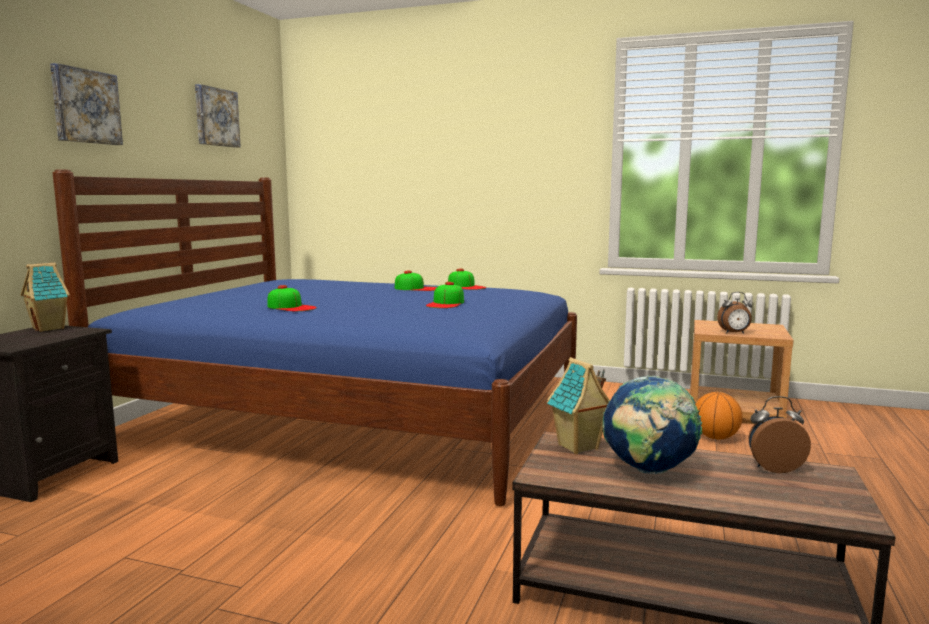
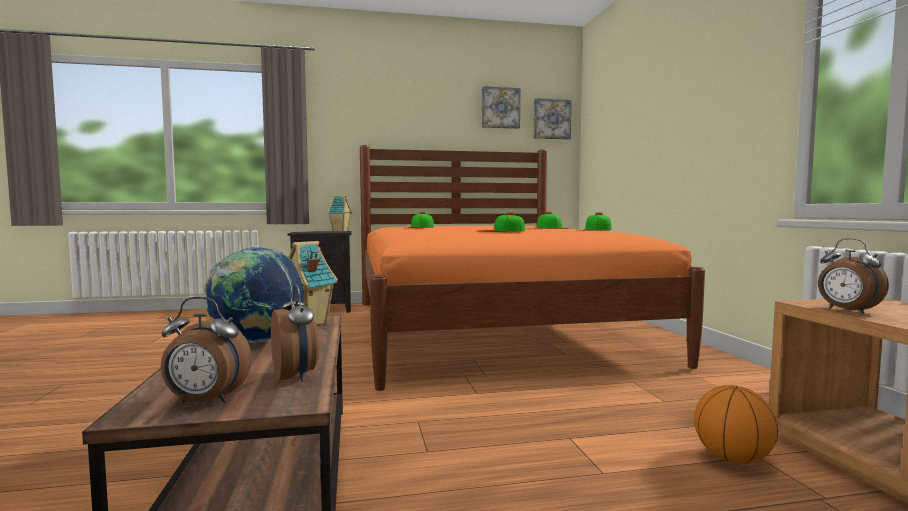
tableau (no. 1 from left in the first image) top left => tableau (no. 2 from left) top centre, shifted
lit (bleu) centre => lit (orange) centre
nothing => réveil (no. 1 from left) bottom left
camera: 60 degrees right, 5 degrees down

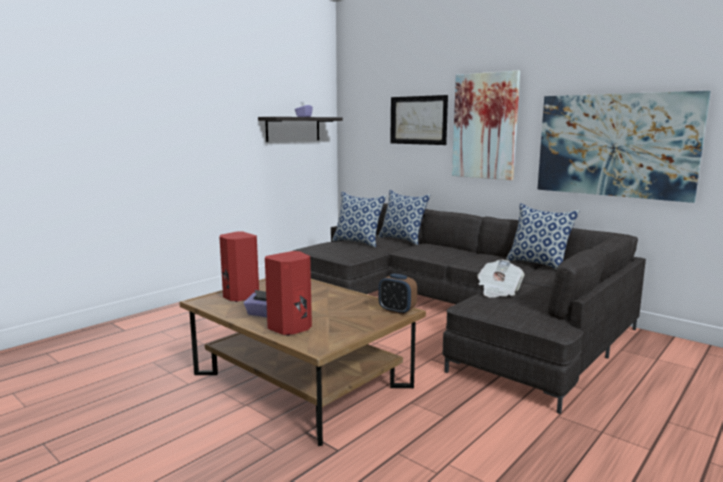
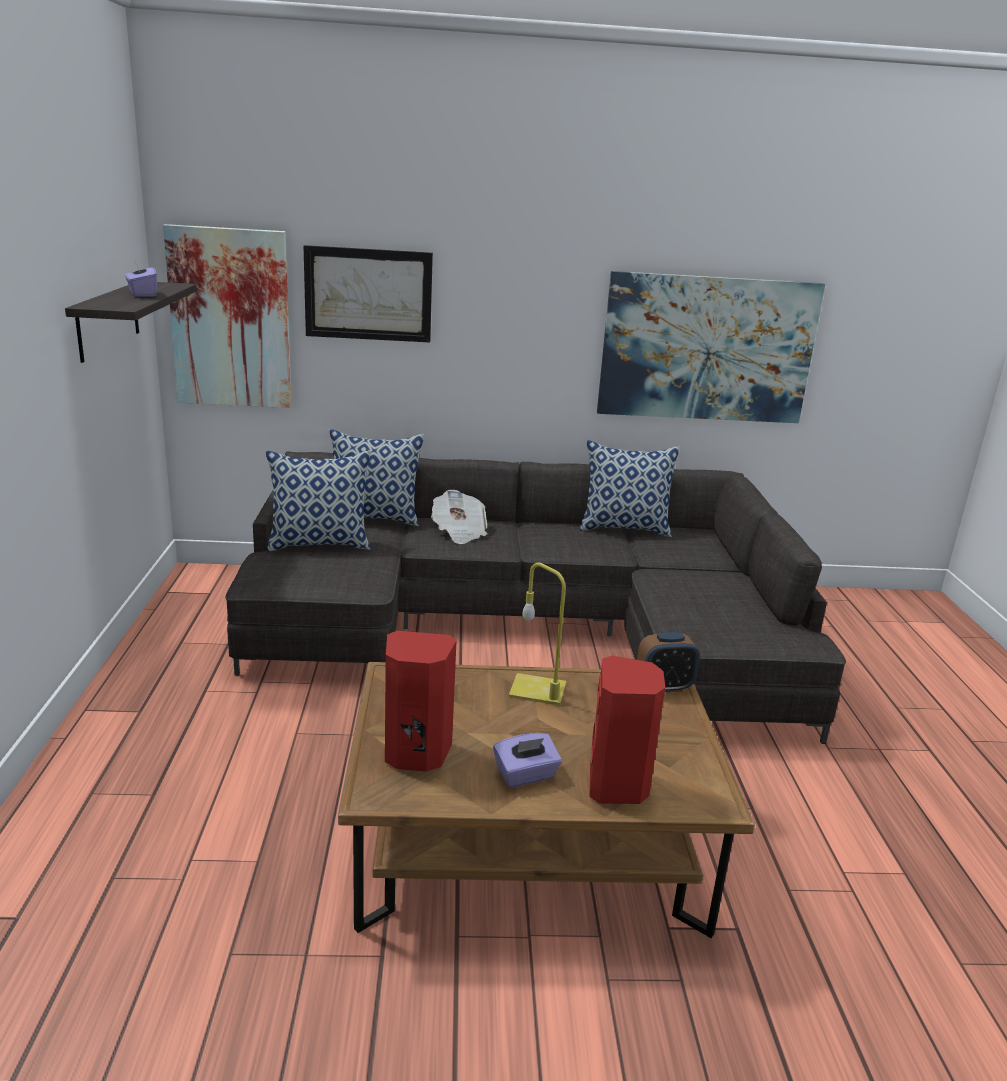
tableau (no. 2 from left in the first image) top right => tableau (no. 1 from left) top left, shifted
journal middle right => journal centre, shifted
nothing => lampe de table (jaune) centre
camera: 45 degrees left, 10 degrees up

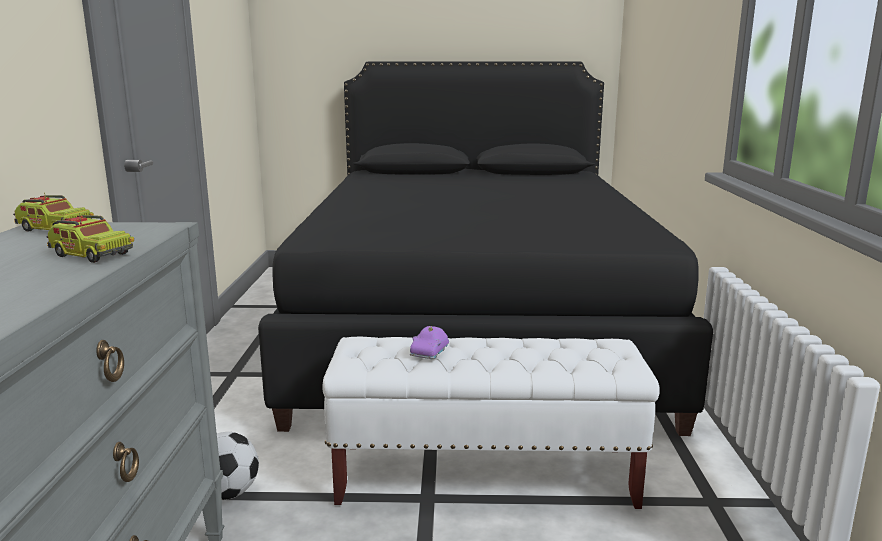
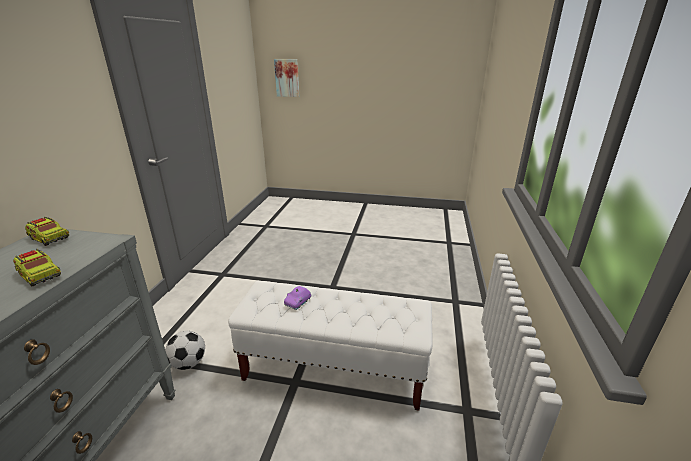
lit (noir) centre => nothing
nothing => tableau top centre
camera: 10 degrees right, 10 degrees up

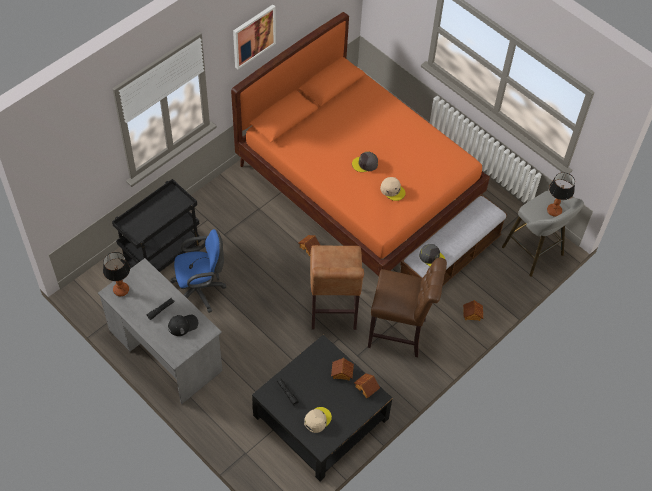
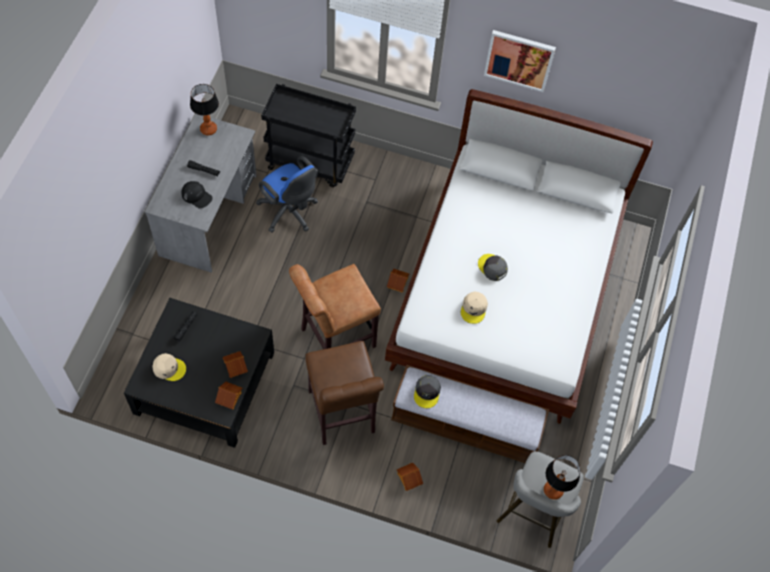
lit (orange) top centre => lit (blanc) middle right
camera: 60 degrees right, 5 degrees up

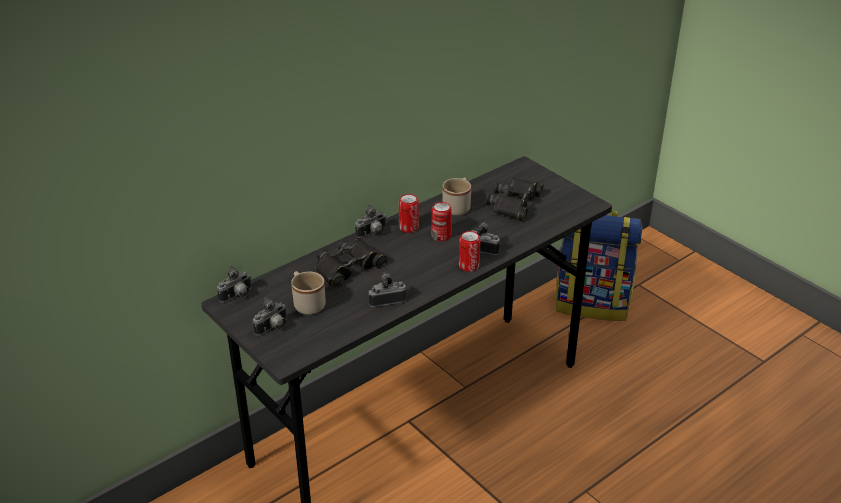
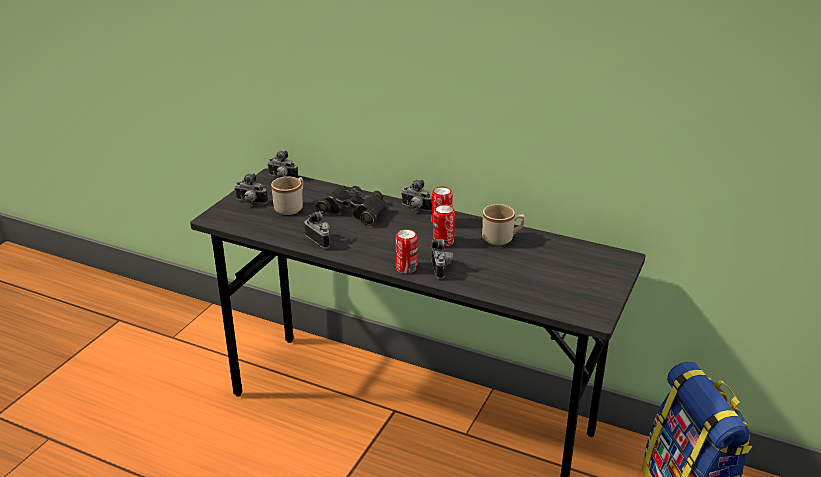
jumelles (noir) (no. 2 from left) centre => nothing
camera: 65 degrees right, 5 degrees down

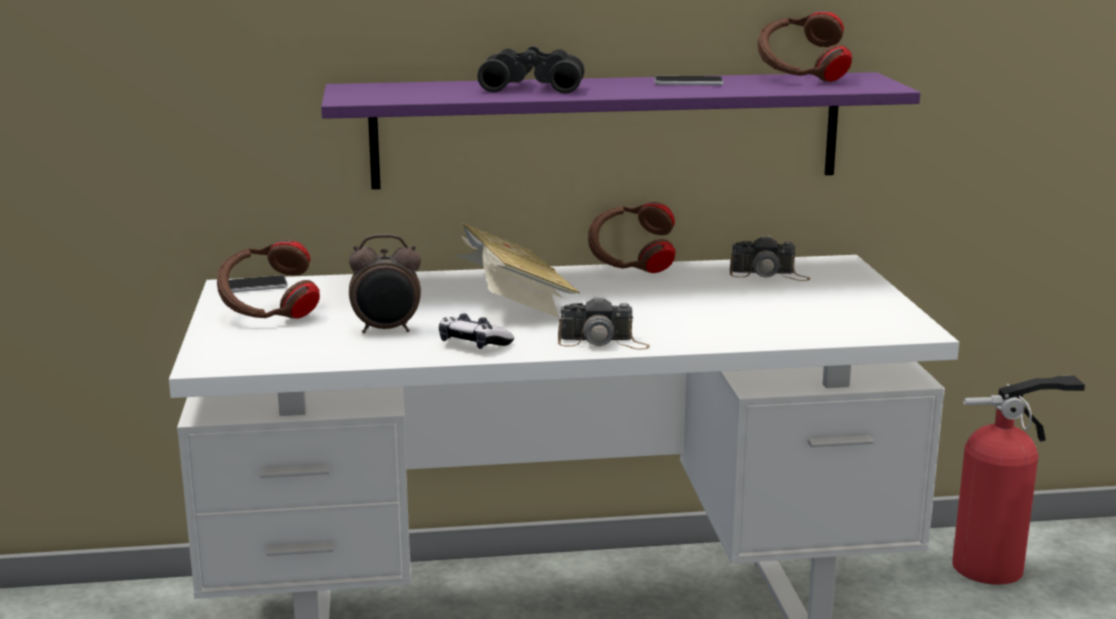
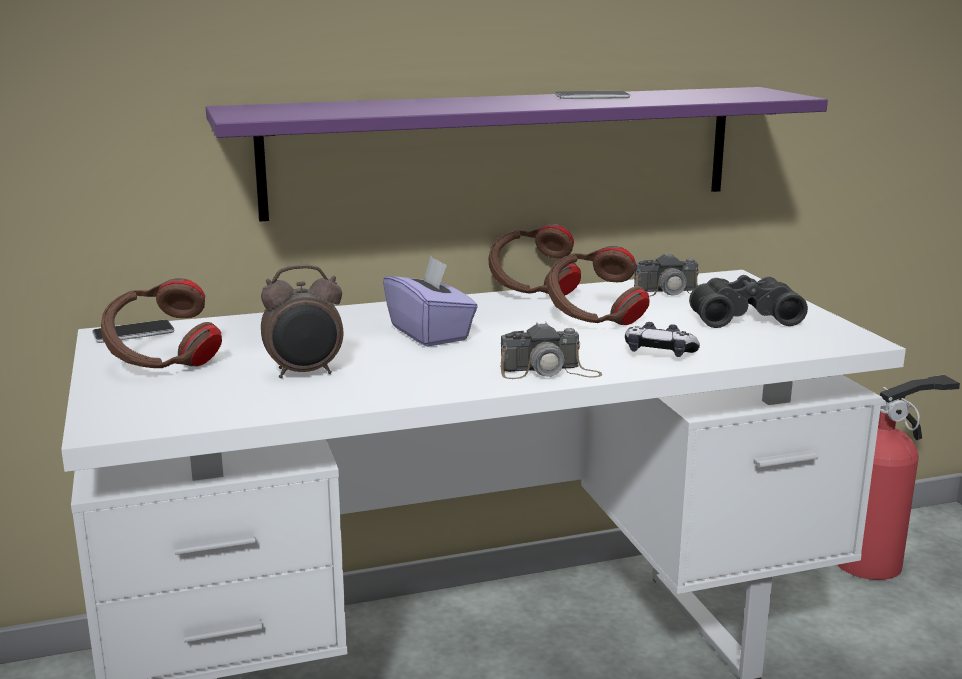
manette centre => manette middle right, shifted
livre centre => boîte à mouchoirs (violet) centre
jumelles (noir) top centre => jumelles (noir) middle right, shifted
casque audio (marron) (no. 3 from left) top right => casque audio (marron) (no. 3 from left) centre, shifted
camera: 10 degrees left, 0 degrees up

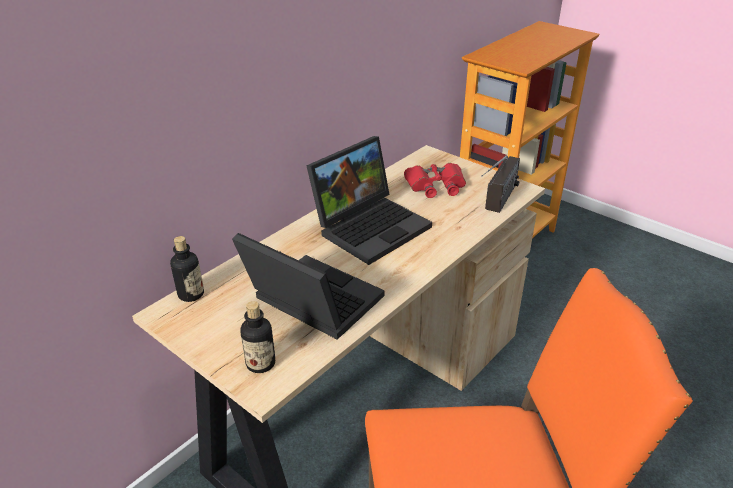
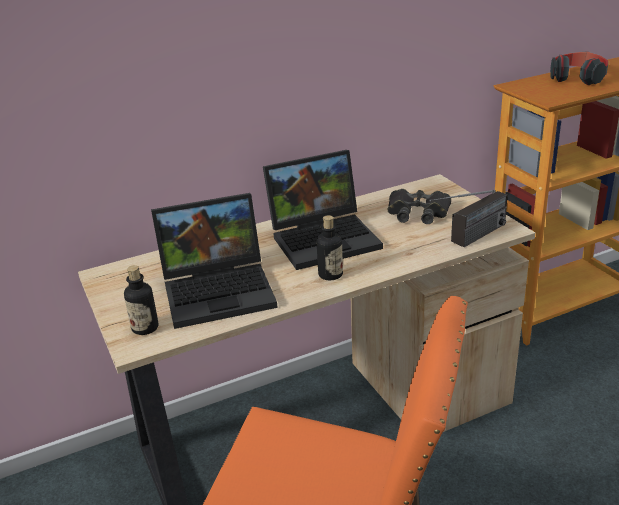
bouteille (no. 1 from left in the first image) middle left => bouteille (no. 2 from left) centre, shifted
ordinateur portable (no. 1 from left) centre, 105 degrees clockwise
jumelles (rouge) centre => jumelles (noir) middle right
nothing => casque audio top right
camera: 25 degrees right, 5 degrees down

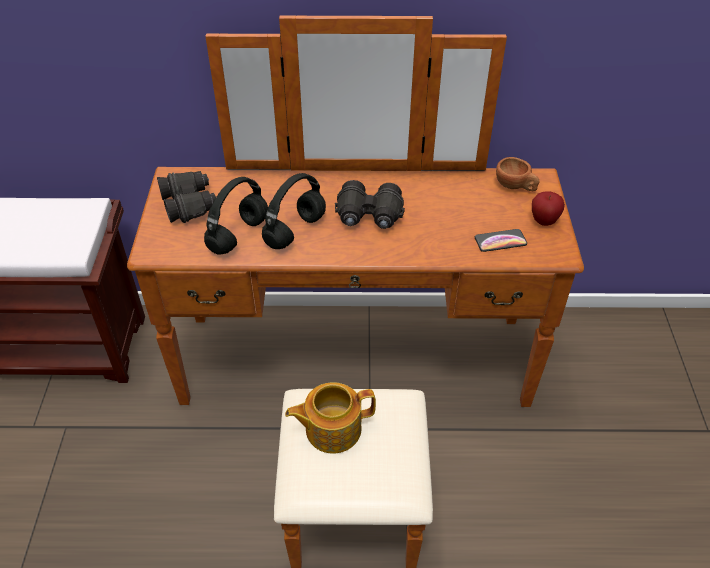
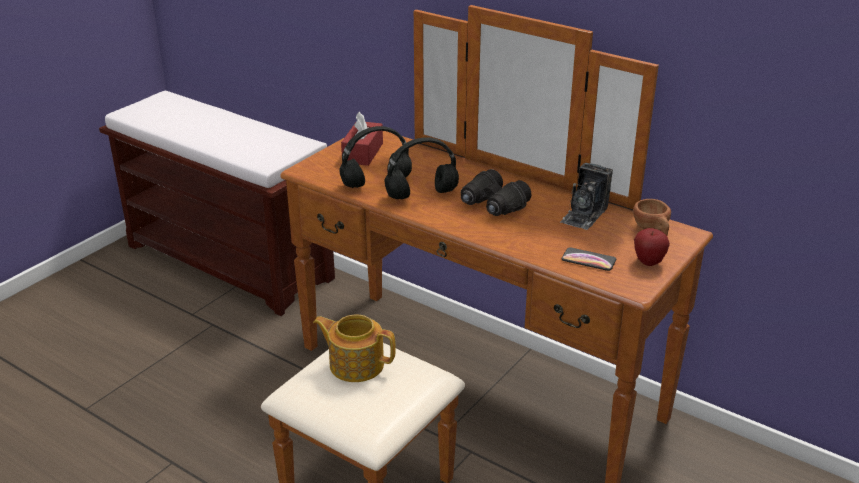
jumelles (noir) (no. 1 from left) middle left => boîte à mouchoirs (rouge) top centre
nothing => appareil photo middle right
camera: 35 degrees right, 15 degrees down

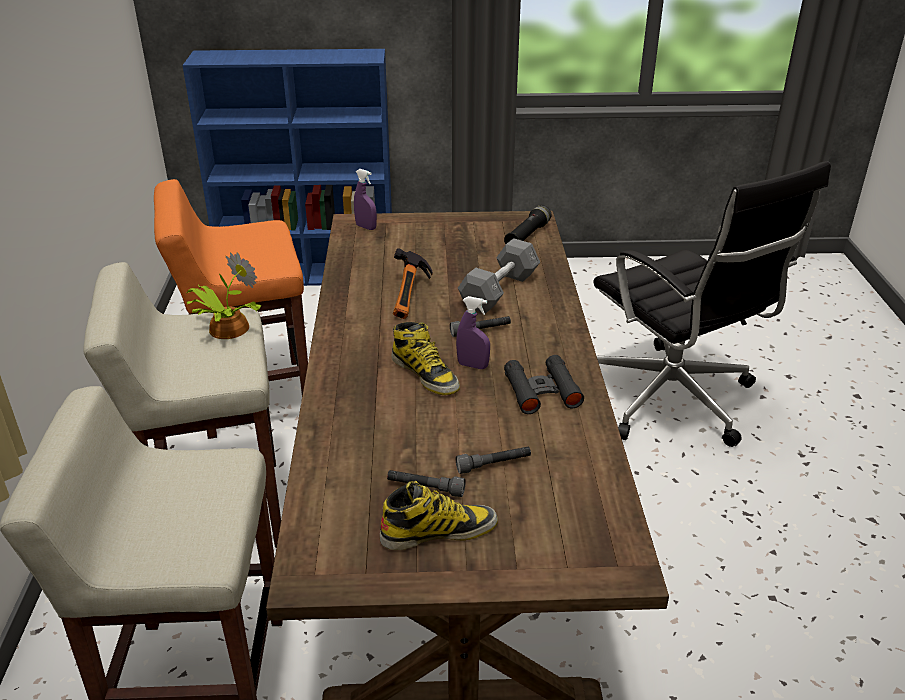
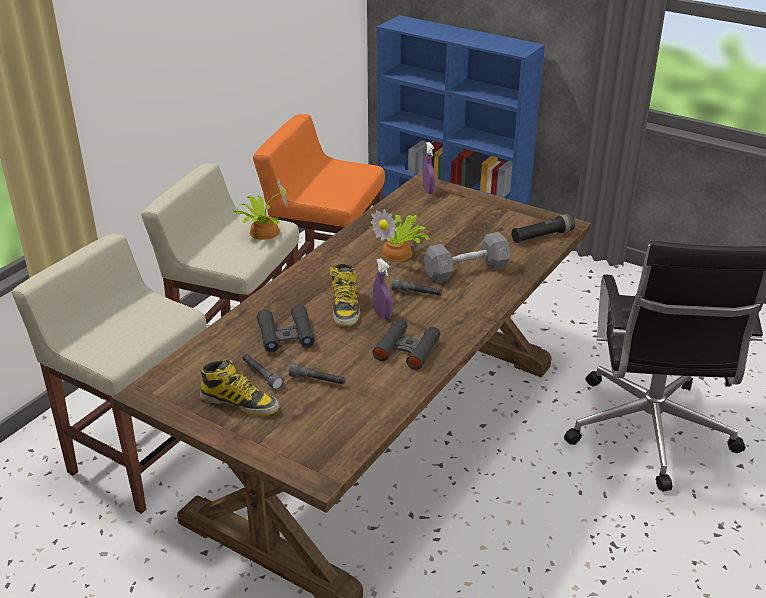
marteau centre => plante en pot (no. 2 from left) centre
nothing => jumelles (noir) (no. 1 from left) centre
camera: 35 degrees right, 0 degrees up

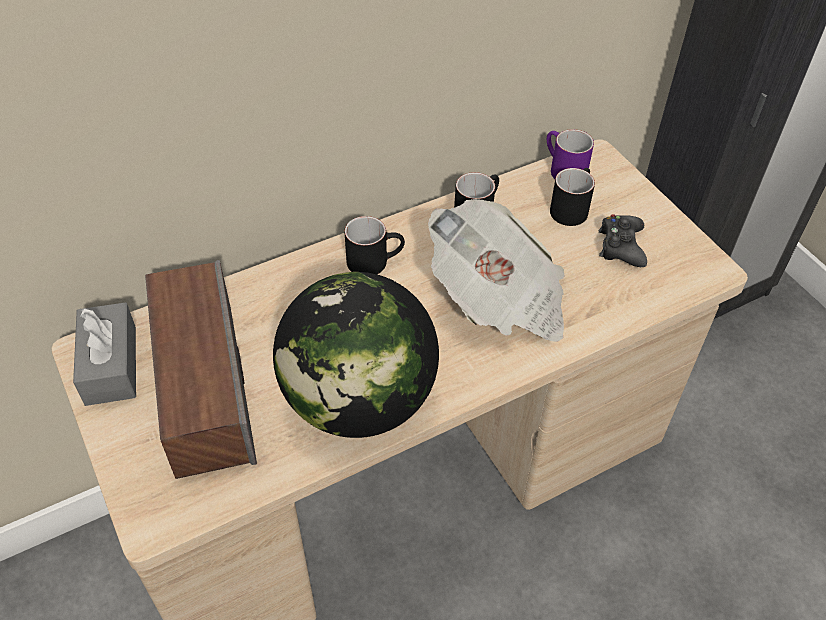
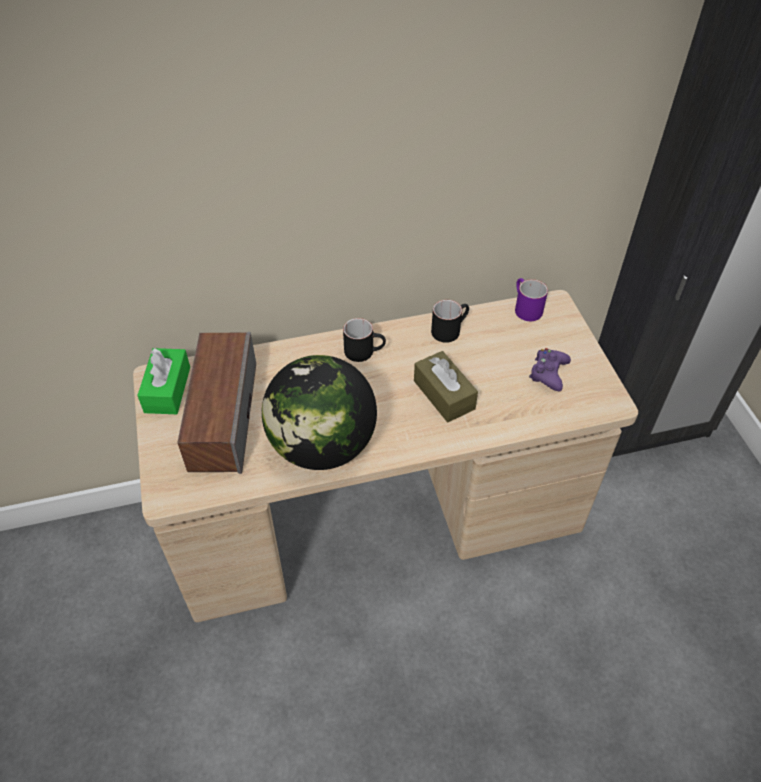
boîte à mouchoirs (gris) middle left => boîte à mouchoirs (vert) middle left
journal centre => boîte à mouchoirs (marron) centre
mug (noir) (no. 3 from left) top right => nothing
manette (noir) middle right => manette (violet) middle right
camera: 15 degrees right, 0 degrees up

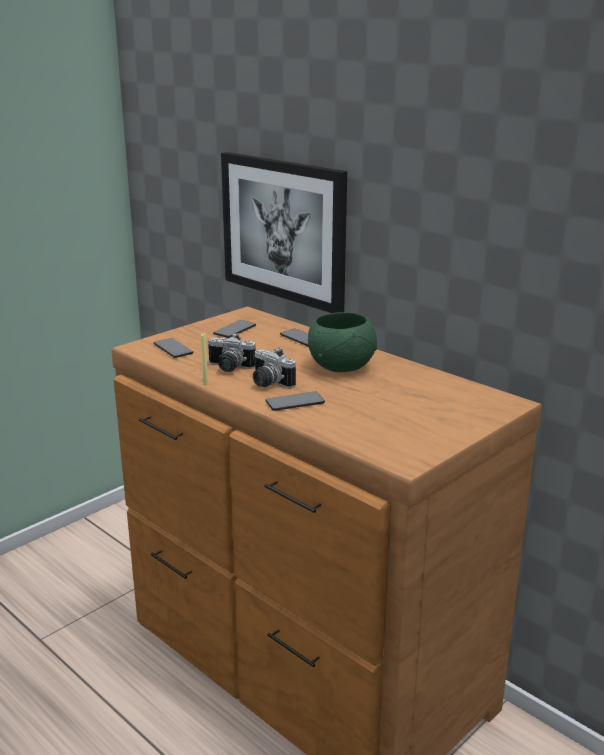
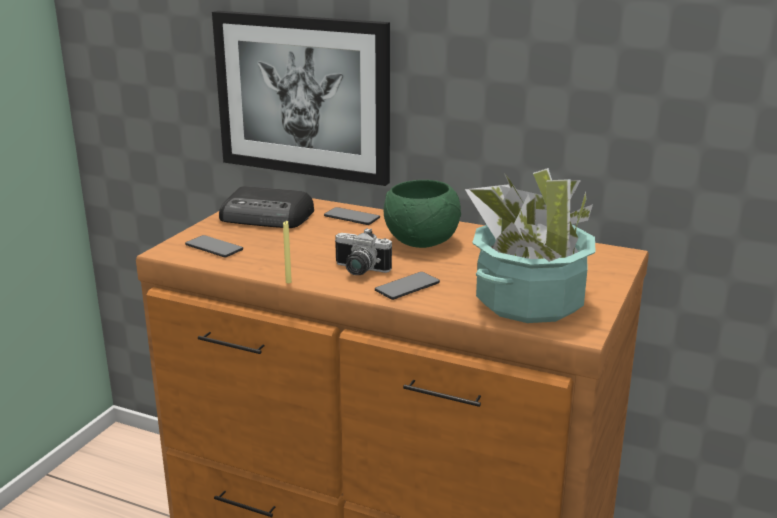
appareil photo (no. 1 from left) centre => nothing
téléphone (no. 2 from left) centre => radio centre
nothing => plante en pot middle right
camera: 20 degrees left, 0 degrees up

